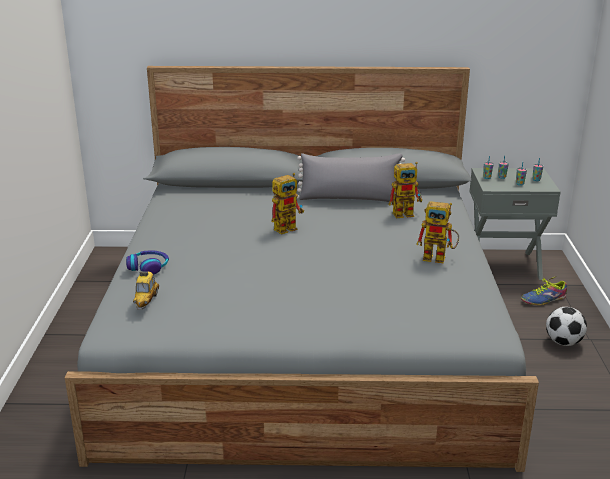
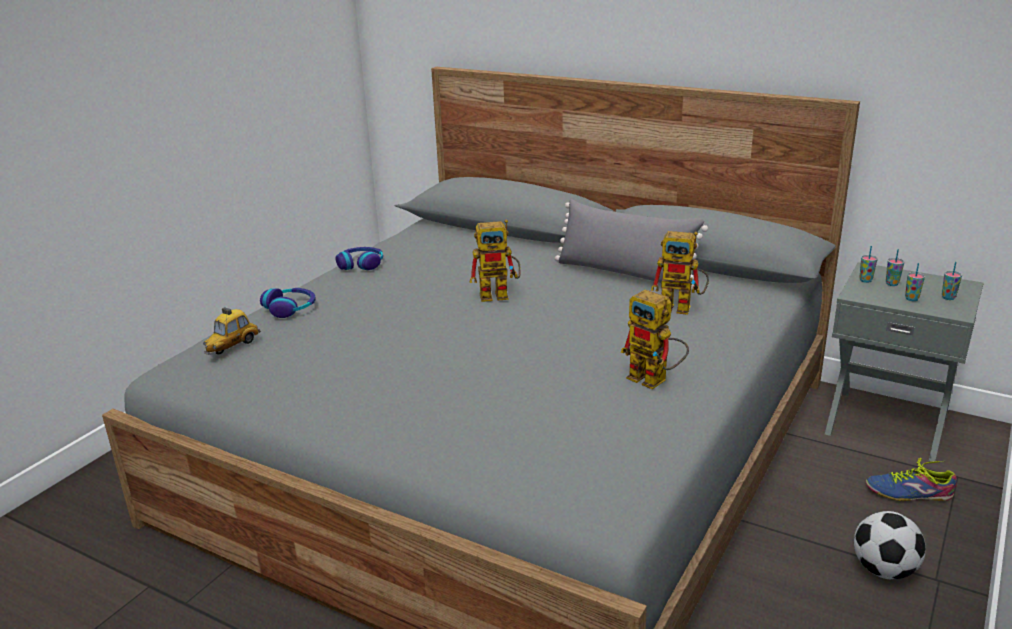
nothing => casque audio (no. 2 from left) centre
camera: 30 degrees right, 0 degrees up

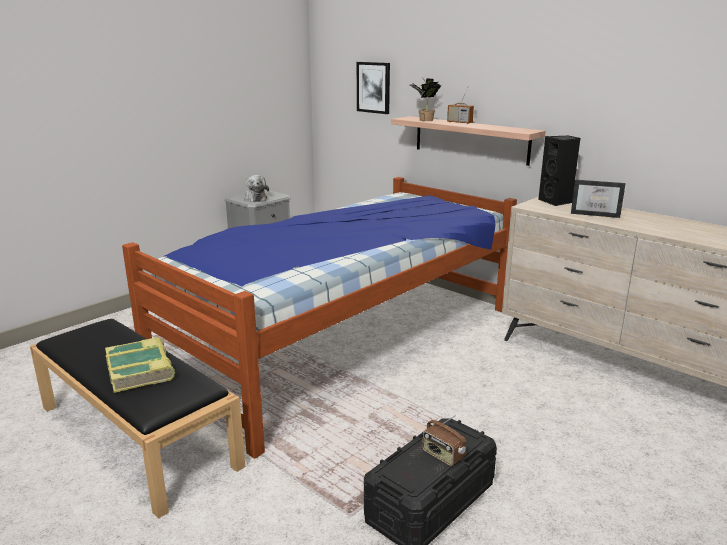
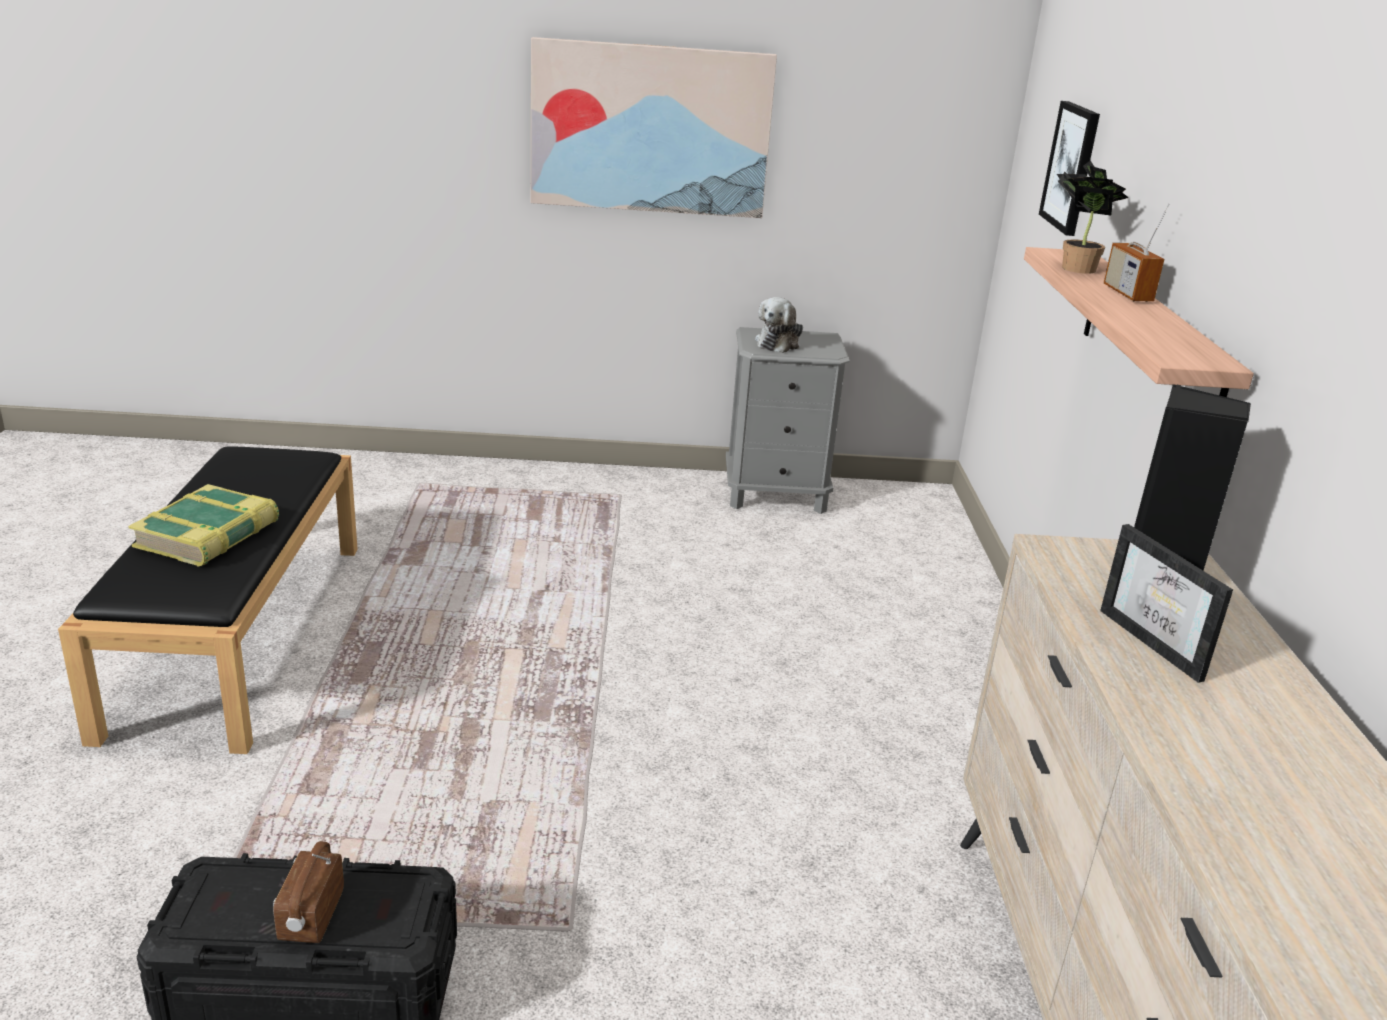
lit centre => nothing
nothing => tableau (no. 1 from left) top centre
camera: 45 degrees right, 5 degrees up

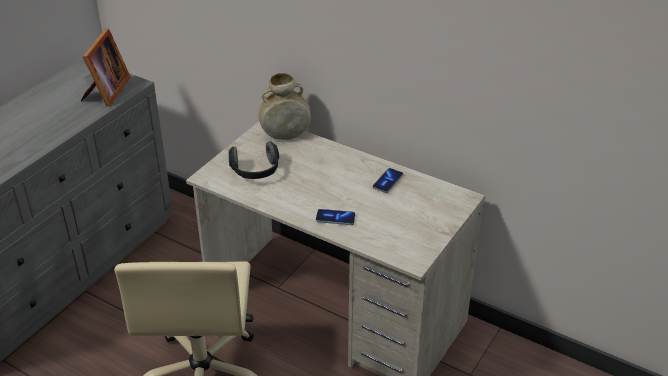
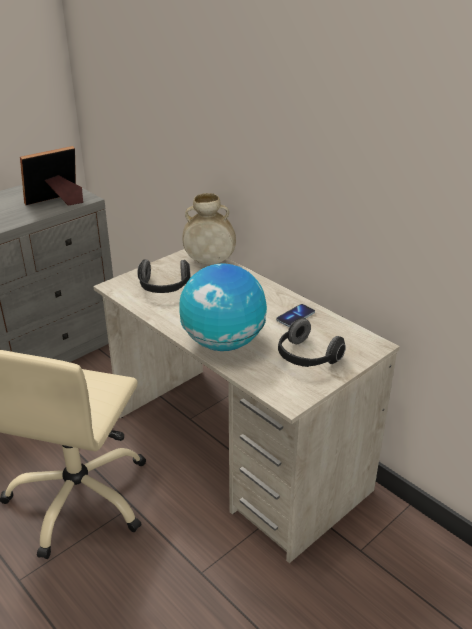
cadre photo top left, 150 degrees counterclockwise
téléphone (no. 1 from left) centre => globe centre
nothing => casque audio (no. 2 from left) centre
camera: 15 degrees right, 5 degrees down

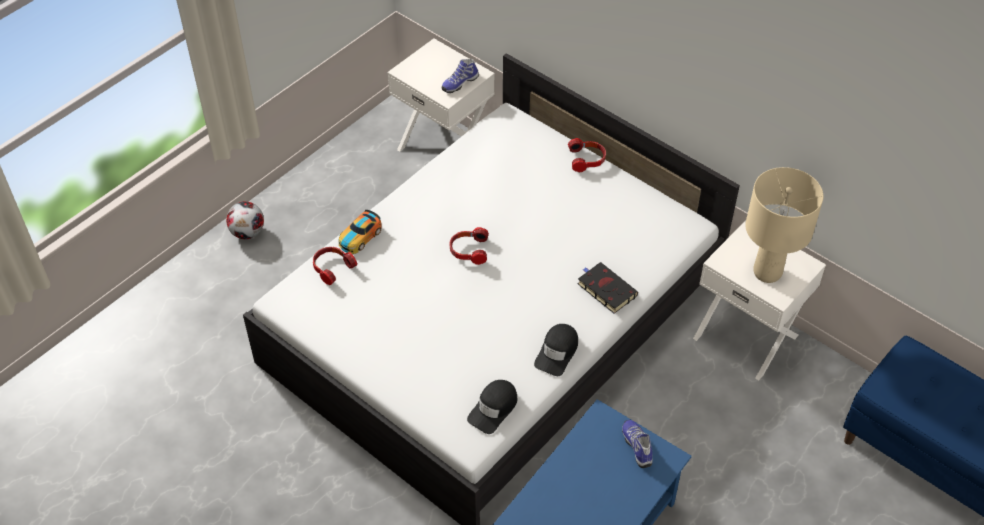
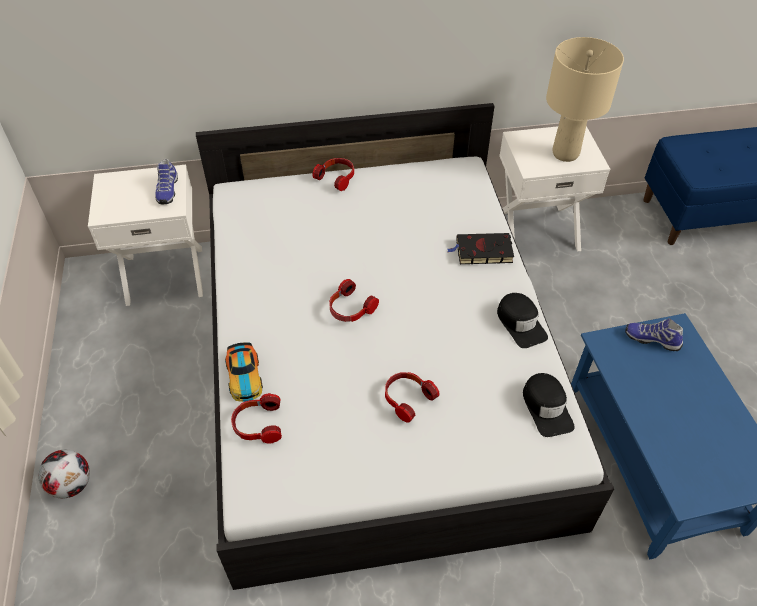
nothing => casque audio (no. 4 from left) centre
camera: 50 degrees left, 0 degrees up

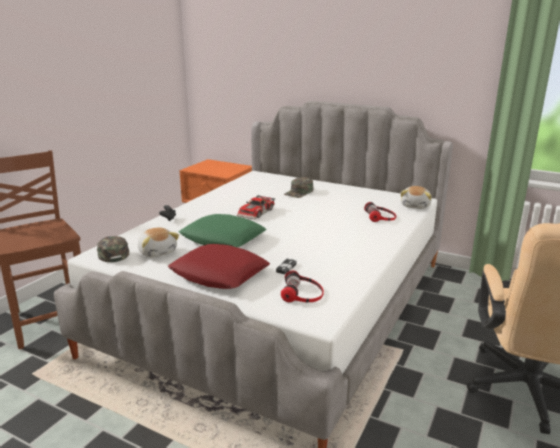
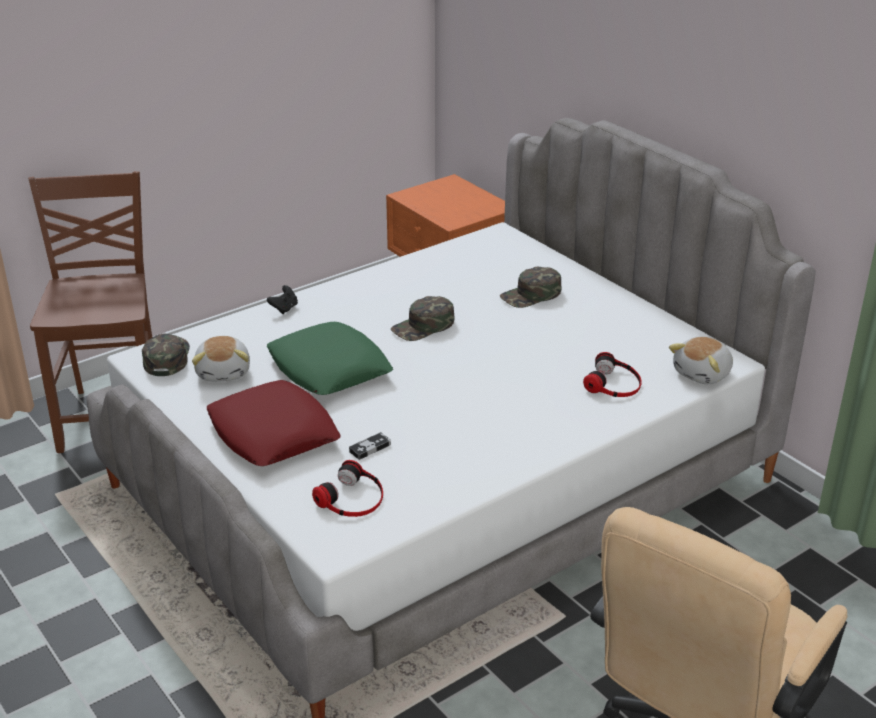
petite voiture centre => casquette (vert) (no. 2 from left) centre
camera: 25 degrees right, 10 degrees up

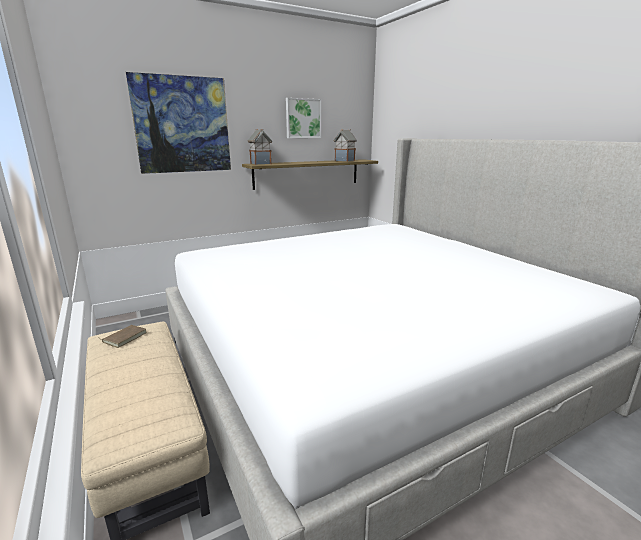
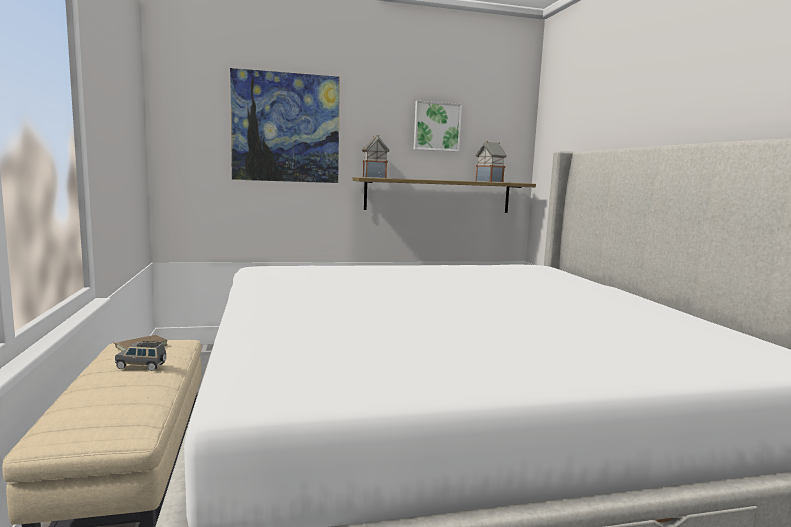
nothing => petite voiture (gris) bottom left
camera: 15 degrees right, 10 degrees down

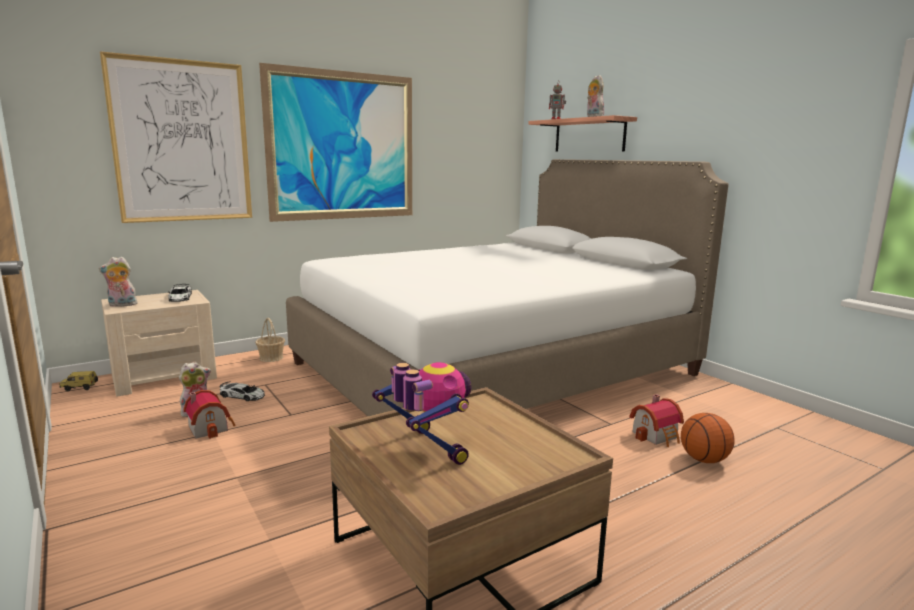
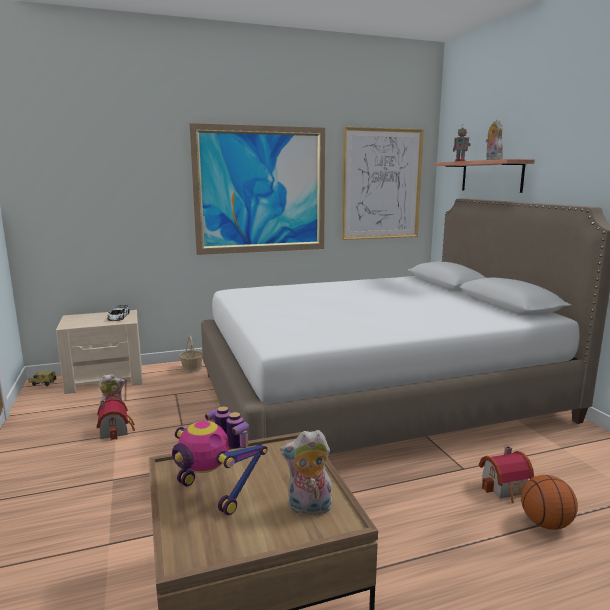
peluche (no. 1 from left in the first image) middle left => peluche (no. 2 from left) bottom centre, shifted
tableau (no. 1 from left in the first image) top left => tableau (no. 2 from left) top centre, shifted
petite voiture (no. 3 from left) middle left => nothing
robot jouet (no. 1 from left) bottom centre, 150 degrees clockwise
camera: 15 degrees right, 0 degrees up

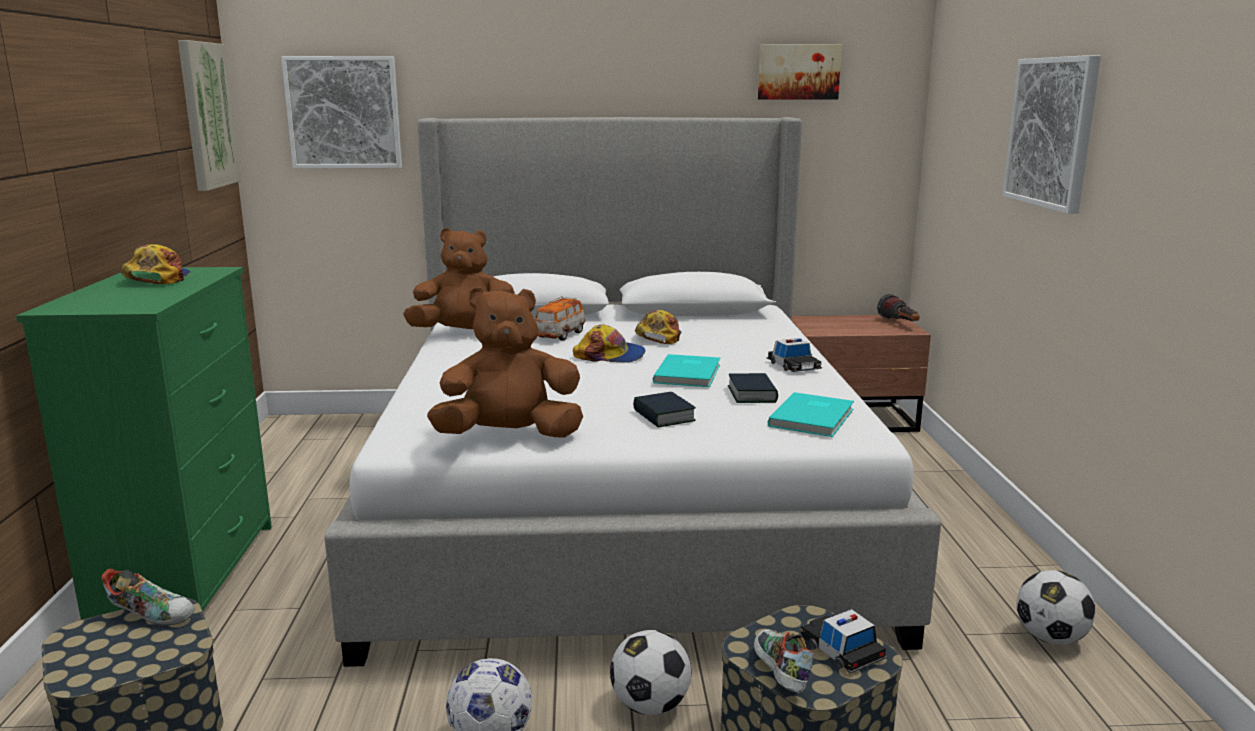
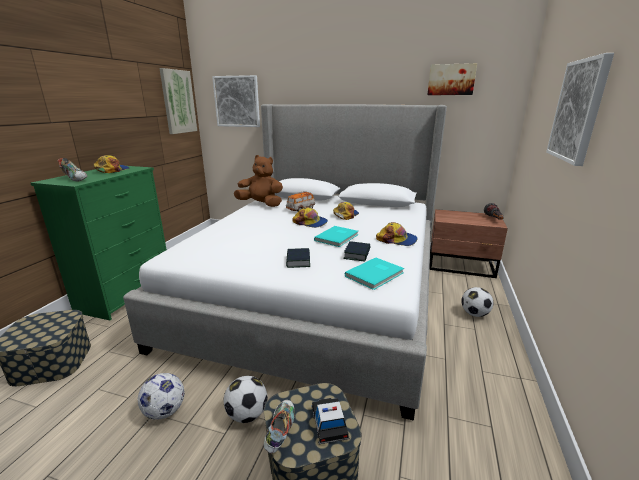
chaussure (no. 1 from left) bottom left => chaussure (no. 1 from left) middle left, shifted
peluche (marron) (no. 2 from left) centre => nothing
petite voiture (no. 2 from left) centre => casquette (no. 4 from left) centre
ballon de foot (no. 3 from left) bottom right => ballon de foot (no. 3 from left) middle right, shifted
camera: 20 degrees right, 5 degrees up

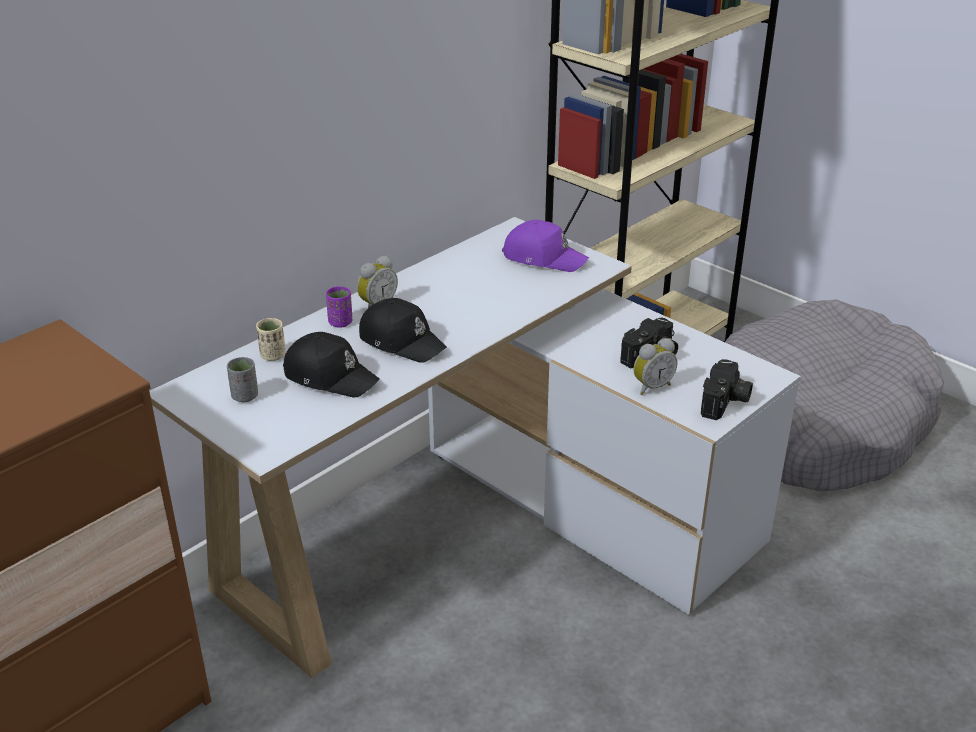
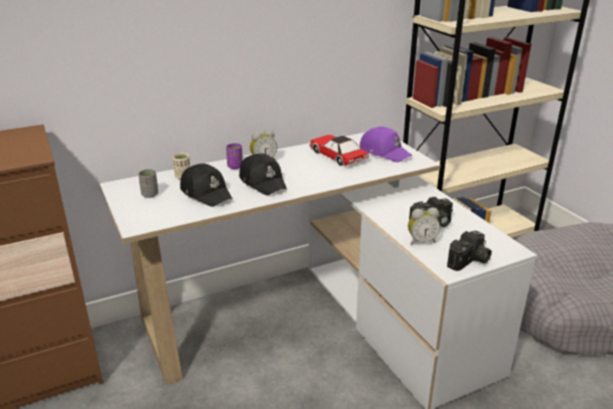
nothing => petite voiture centre
camera: 20 degrees right, 5 degrees down

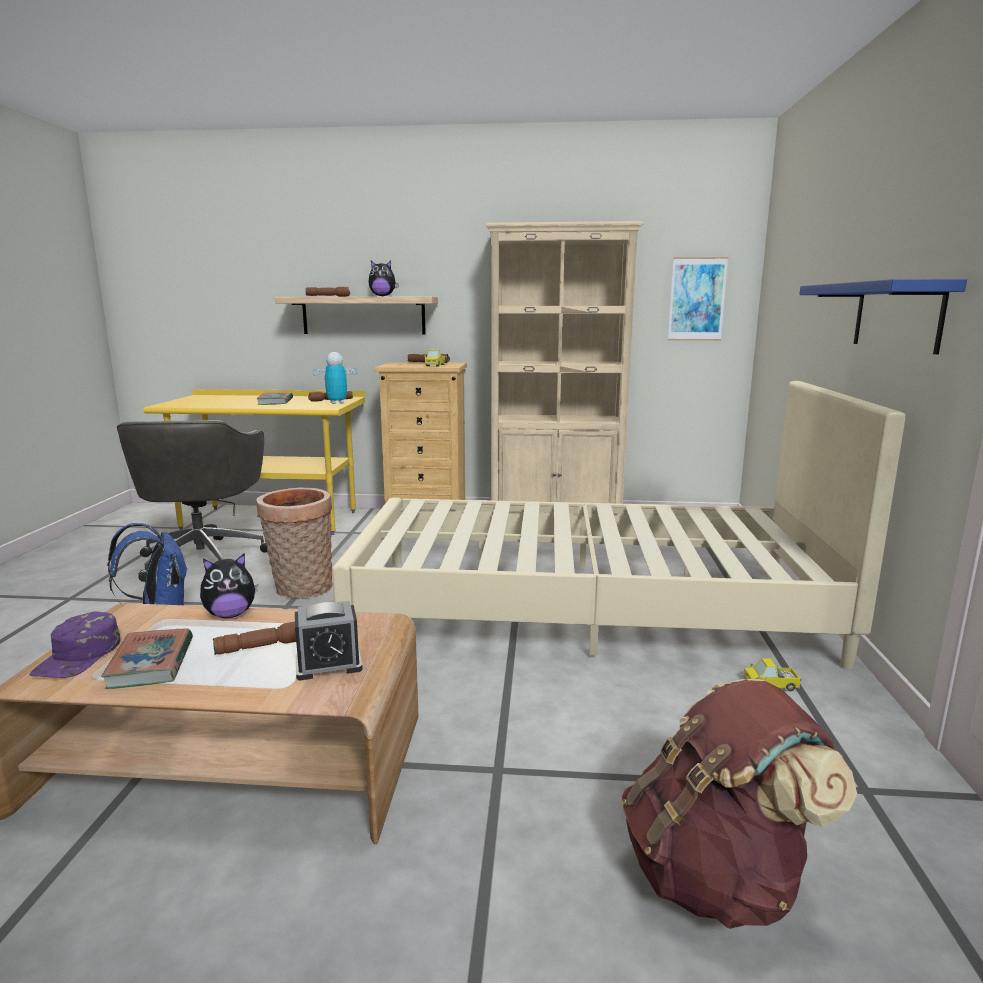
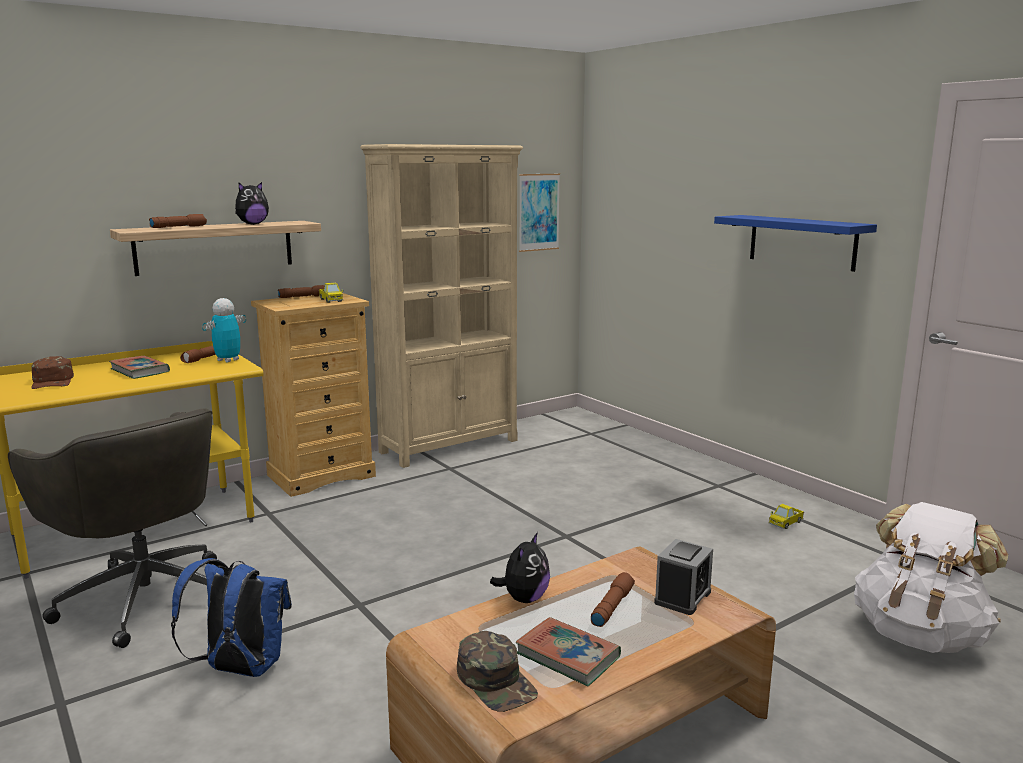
casquette (violet) middle left => casquette (vert) bottom centre
panier middle left => nothing
lit (beige) centre => nothing
sac à dos (marron) bottom right => sac à dos (blanc) bottom right
nothing => casquette (marron) middle left
camera: 40 degrees left, 0 degrees up

